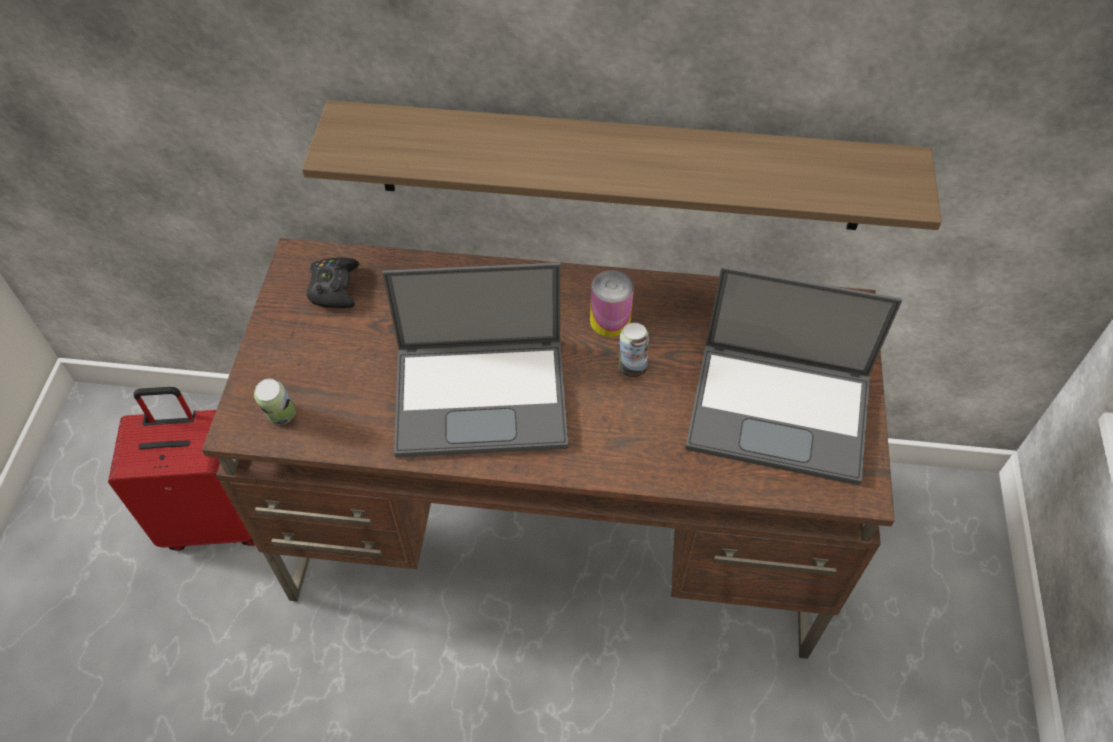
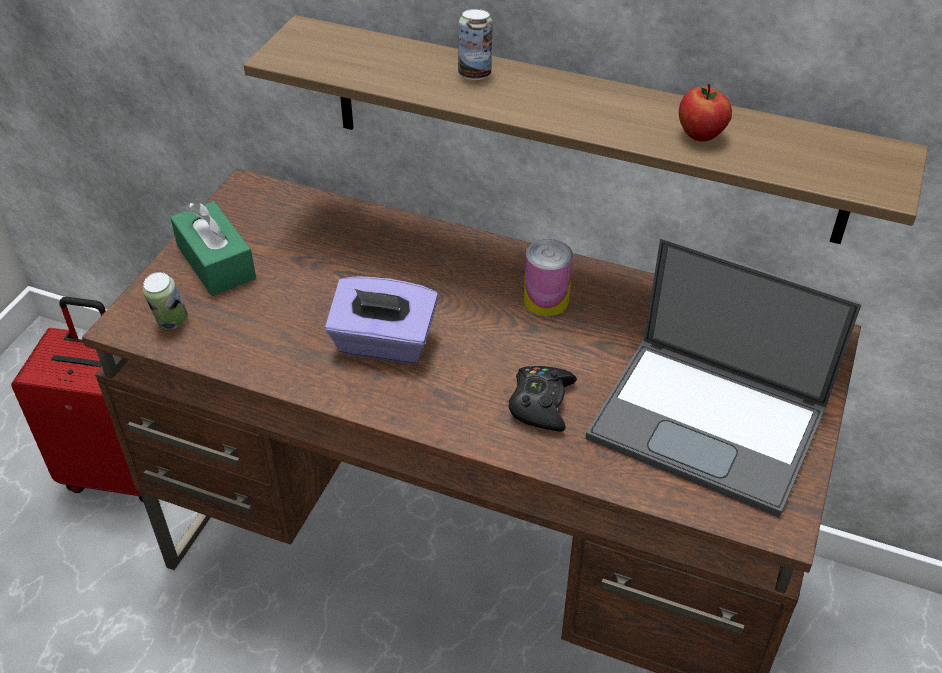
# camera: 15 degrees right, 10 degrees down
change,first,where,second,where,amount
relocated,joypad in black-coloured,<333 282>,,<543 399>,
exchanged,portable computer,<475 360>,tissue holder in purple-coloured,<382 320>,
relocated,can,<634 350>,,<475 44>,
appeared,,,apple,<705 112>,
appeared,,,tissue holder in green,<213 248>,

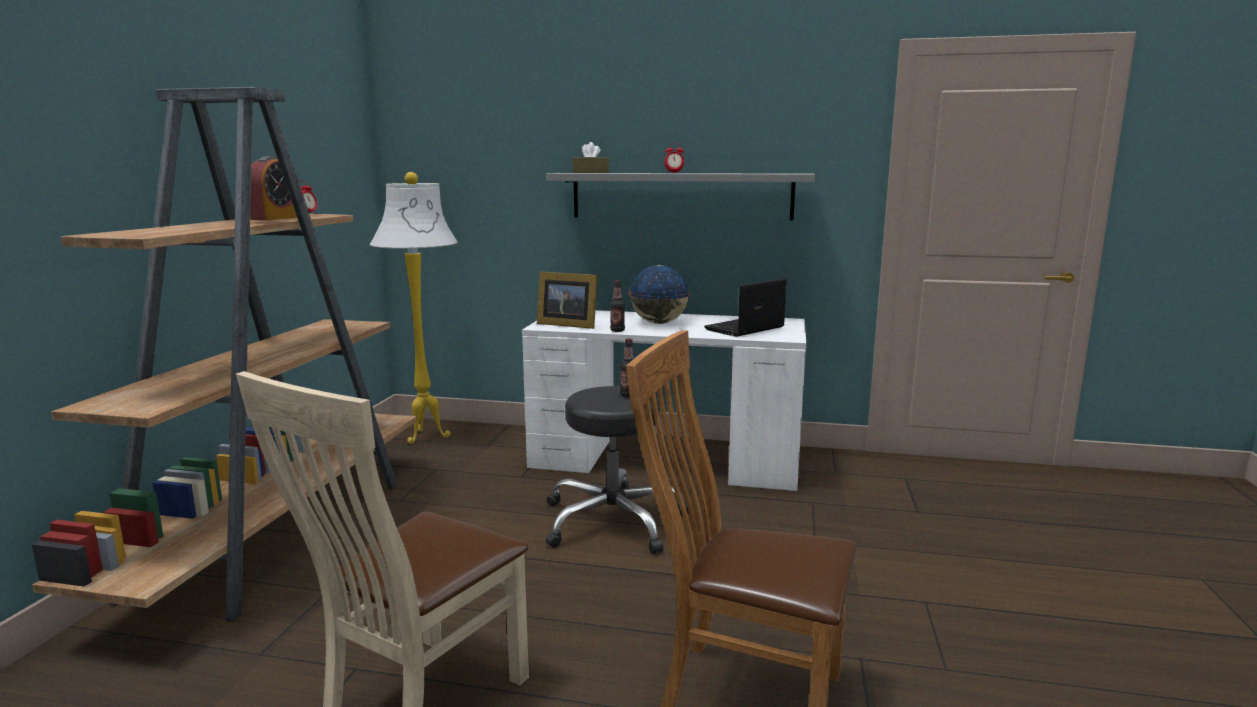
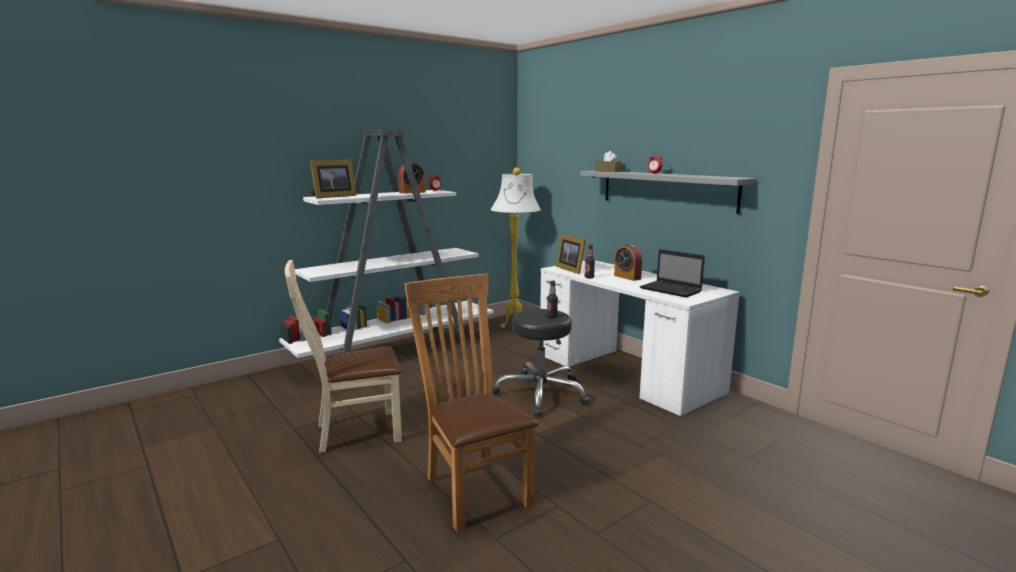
# camera: 40 degrees right, 0 degrees up
change,first,where,second,where,amount
colour,bookcase in brown,<224 354>,bookcase in white-coloured,<386 244>,
exchanged,world globe,<659 294>,alarm clock,<628 262>,
spun,portable computer,<745 308>,,<672 273>,135 degrees counterclockwise
appeared,,,photo frame,<333 179>,

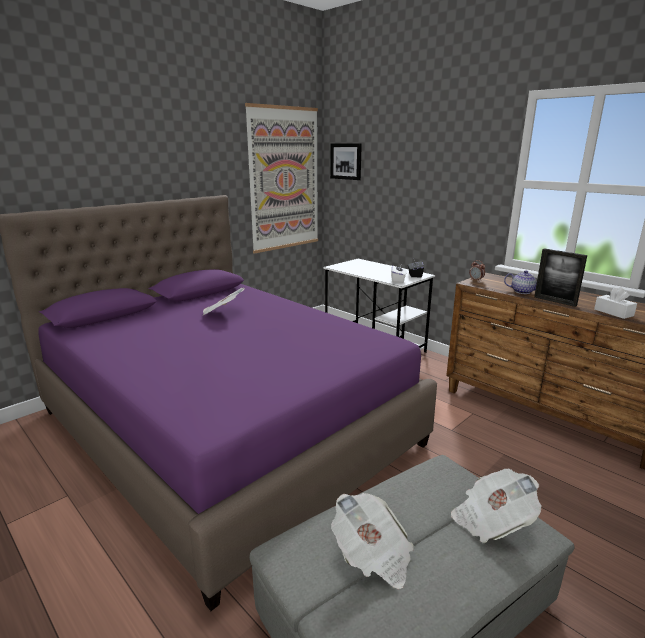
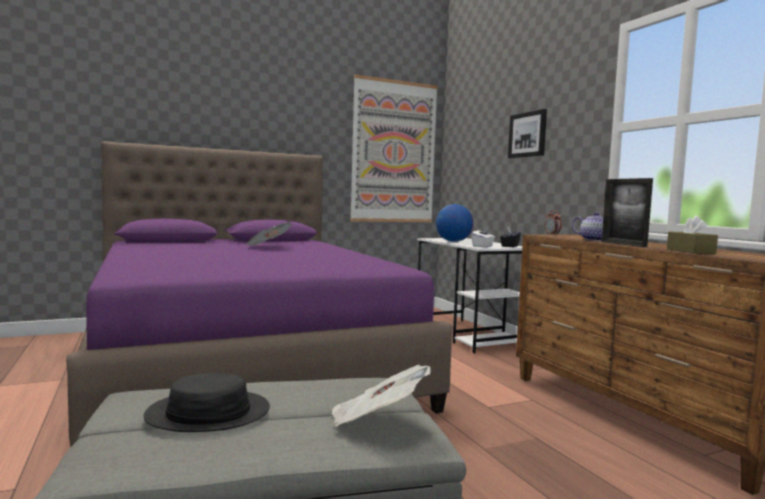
# camera: 20 degrees right, 15 degrees down
change,first,where,second,where,amount
relocated,wall picture,<346 161>,,<527 133>,
colour,tissue holder in white-coloured,<615 303>,tissue holder in brown,<692 234>,
exchanged,printed paper,<372 541>,clothing hat in black-coloured,<207 402>,
appeared,,,world globe,<455 223>,

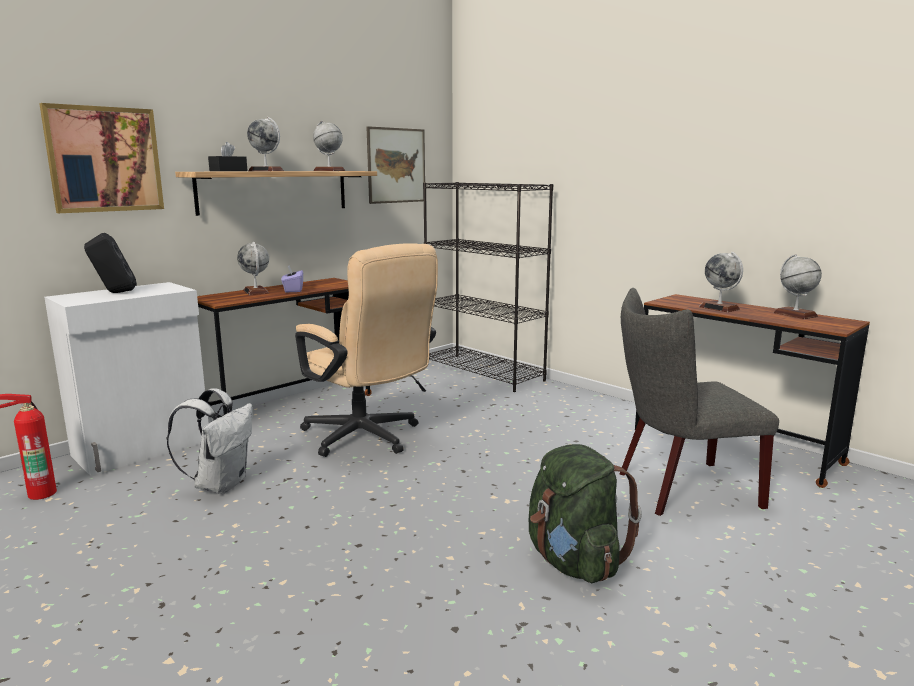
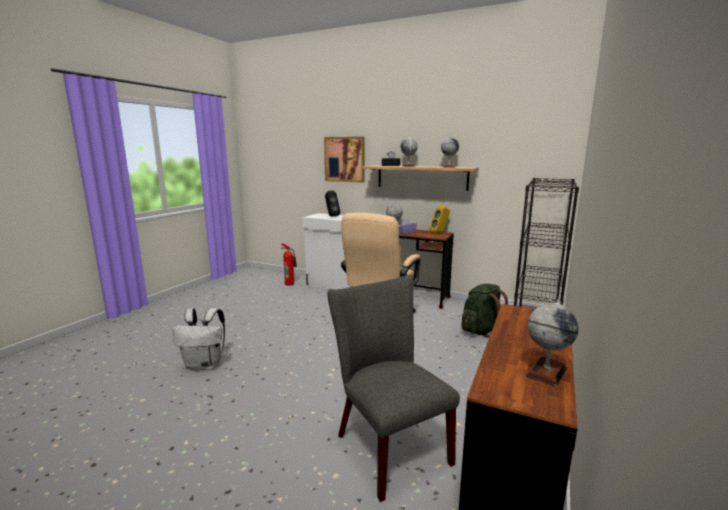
# camera: 70 degrees right, 0 degrees up
change,first,where,second,where,amount
missing,wall picture,<396 165>,,,
missing,world globe,<721 282>,,,
relocated,rucksack in white-coloured,<209 441>,,<198 339>,
relocated,rucksack in green,<585 513>,,<484 311>,
appeared,,,audio speaker in yellowish,<439 219>,

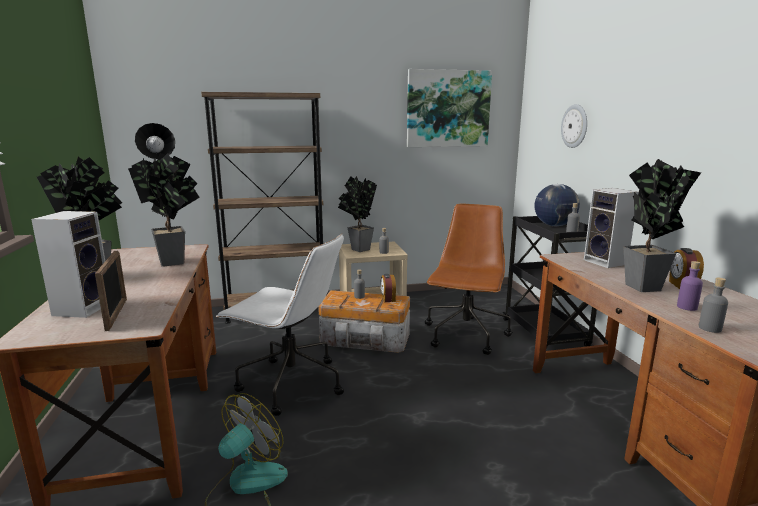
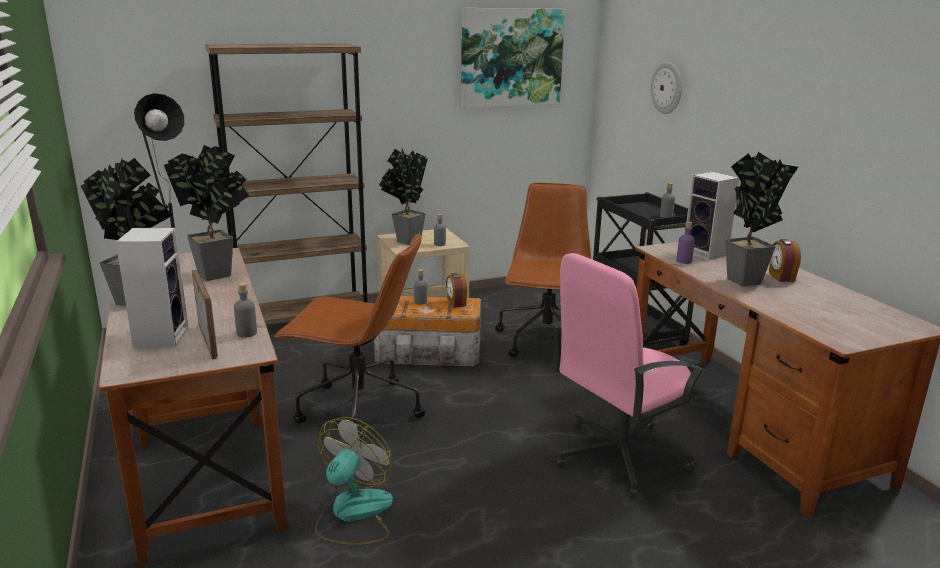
# camera: 10 degrees left, 5 degrees up
change,first,where,second,where,amount
missing,world globe,<557 205>,,,
colour,desk chair in white-coloured,<280 325>,desk chair in brown,<349 337>,
relocated,bottle in purple-coloured,<690 286>,,<685 243>,
relocated,bottle in grey,<713 305>,,<245 310>,
appeared,,,desk chair in pink,<628 376>,

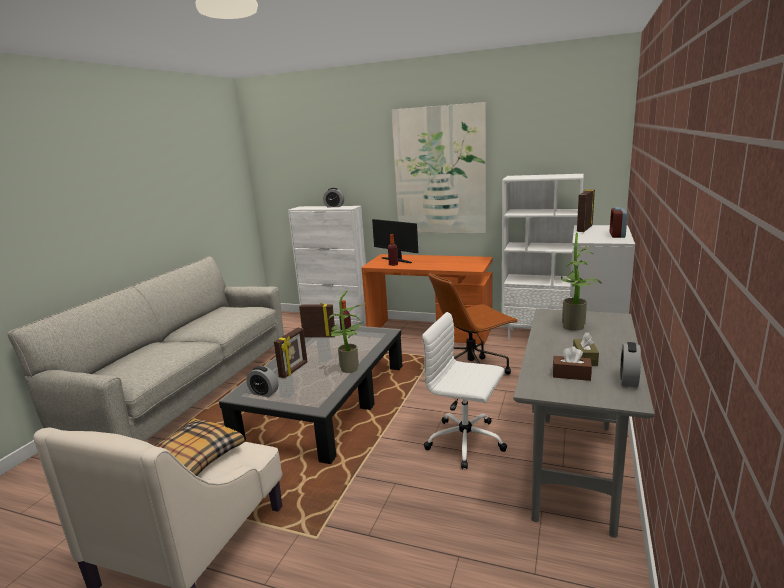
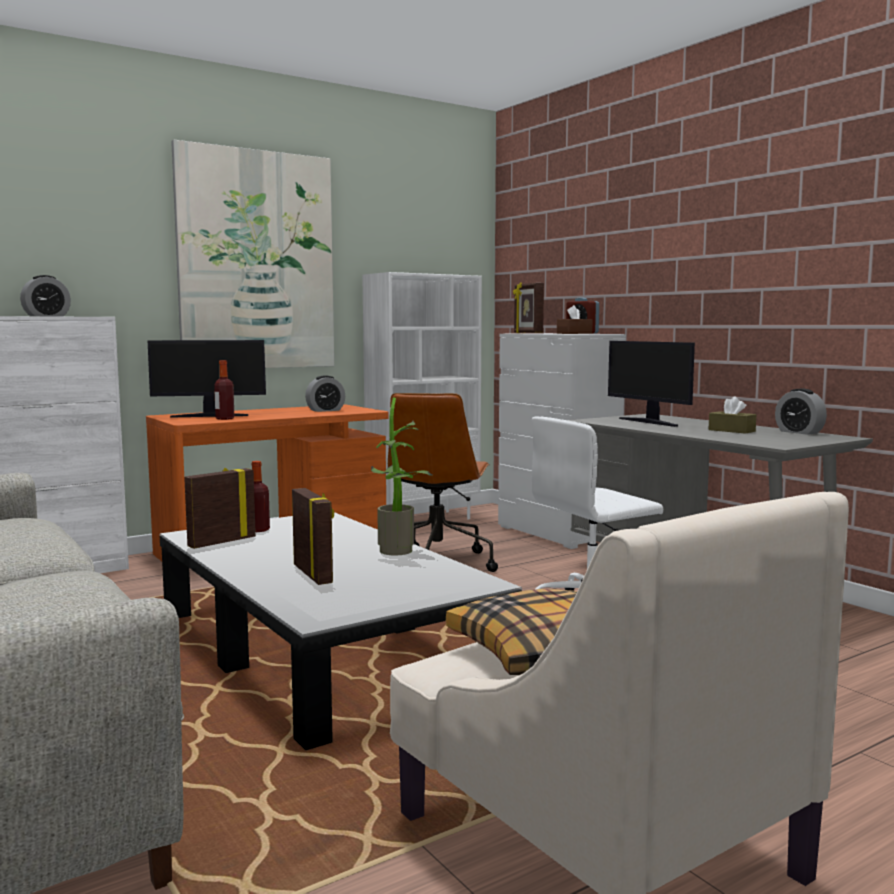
# camera: 55 degrees left, 10 degrees down
change,first,where,second,where,amount
exchanged,houseplant,<581 282>,computer display,<651 384>,
relocated,tissue holder in brown,<572 363>,,<574 319>,
relocated,alarm clock,<262 381>,,<325 393>,

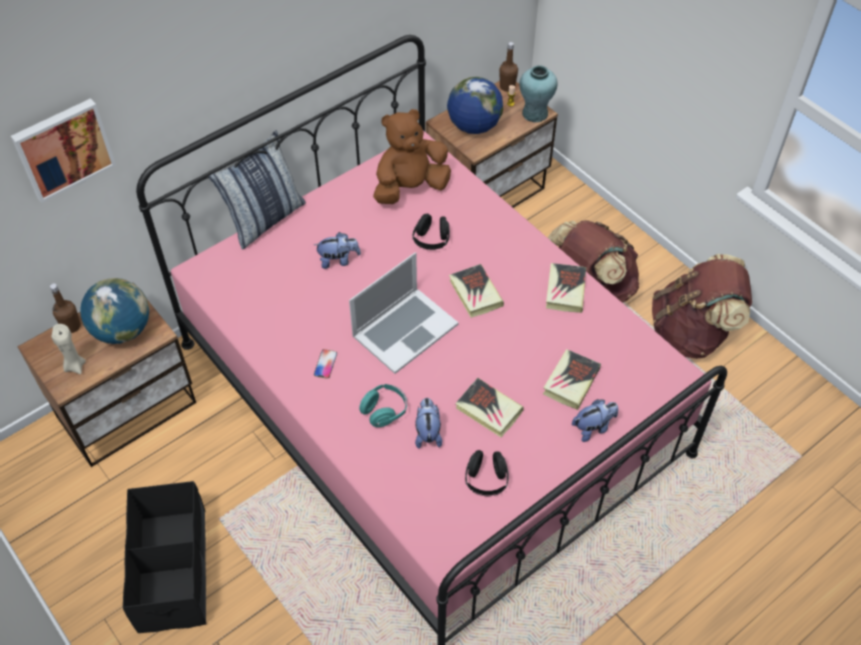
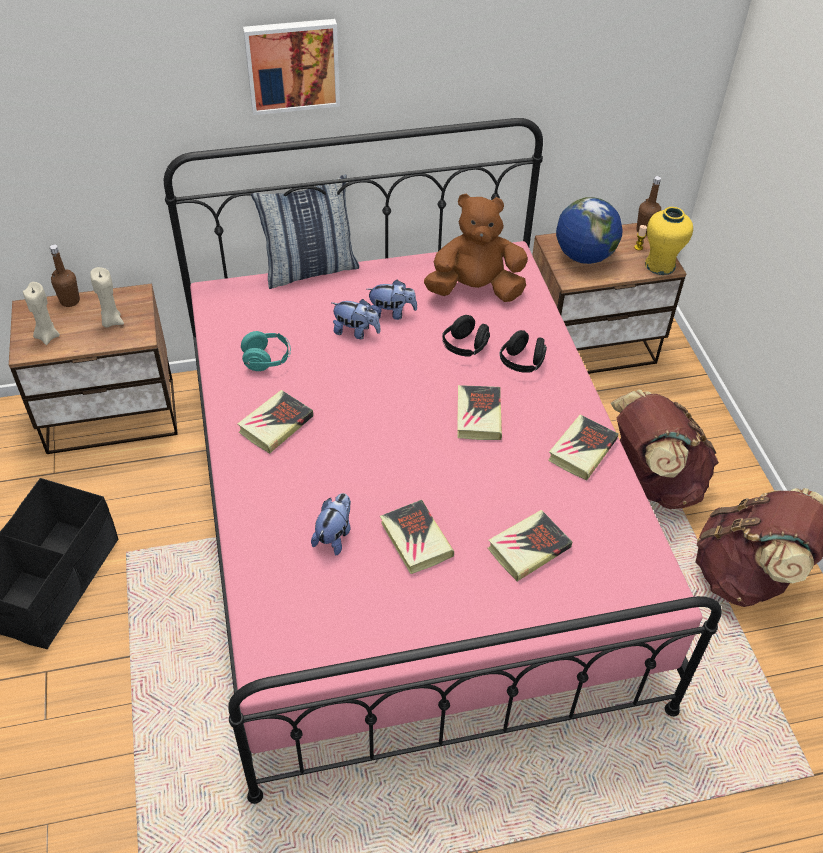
# camera: 25 degrees right, 5 degrees down
change,first,where,second,where,amount
colour,decorative vase in turquoise-coloured,<538 93>,decorative vase in yellowish,<669 241>,
relocated,wall picture,<63 150>,,<291 67>,
missing,portable computer,<404 313>,,,
exchanged,world globe,<114 311>,candle in sand-coloured,<107 297>,
exchanged,handset,<325 364>,book,<275 422>,
relocated,headphones in turquoise-coloured,<383 405>,,<266 351>,
relocated,soft toy,<595 420>,,<392 300>,
relocated,headphones in black-coloured,<487 473>,,<523 351>,

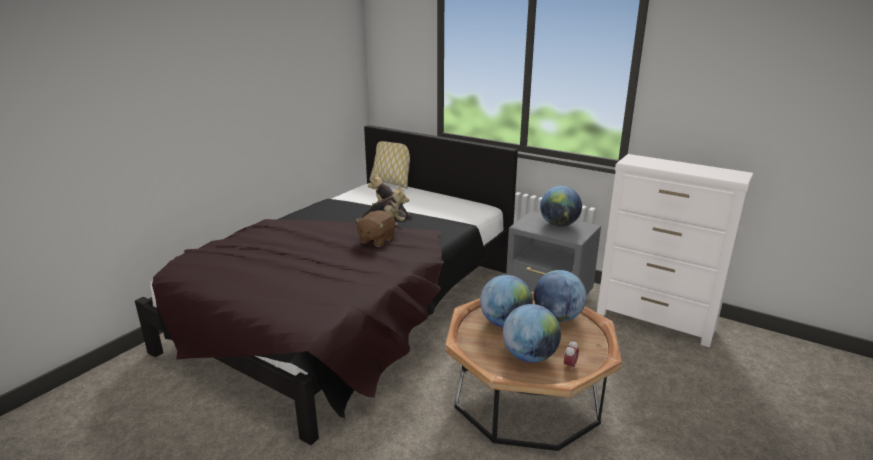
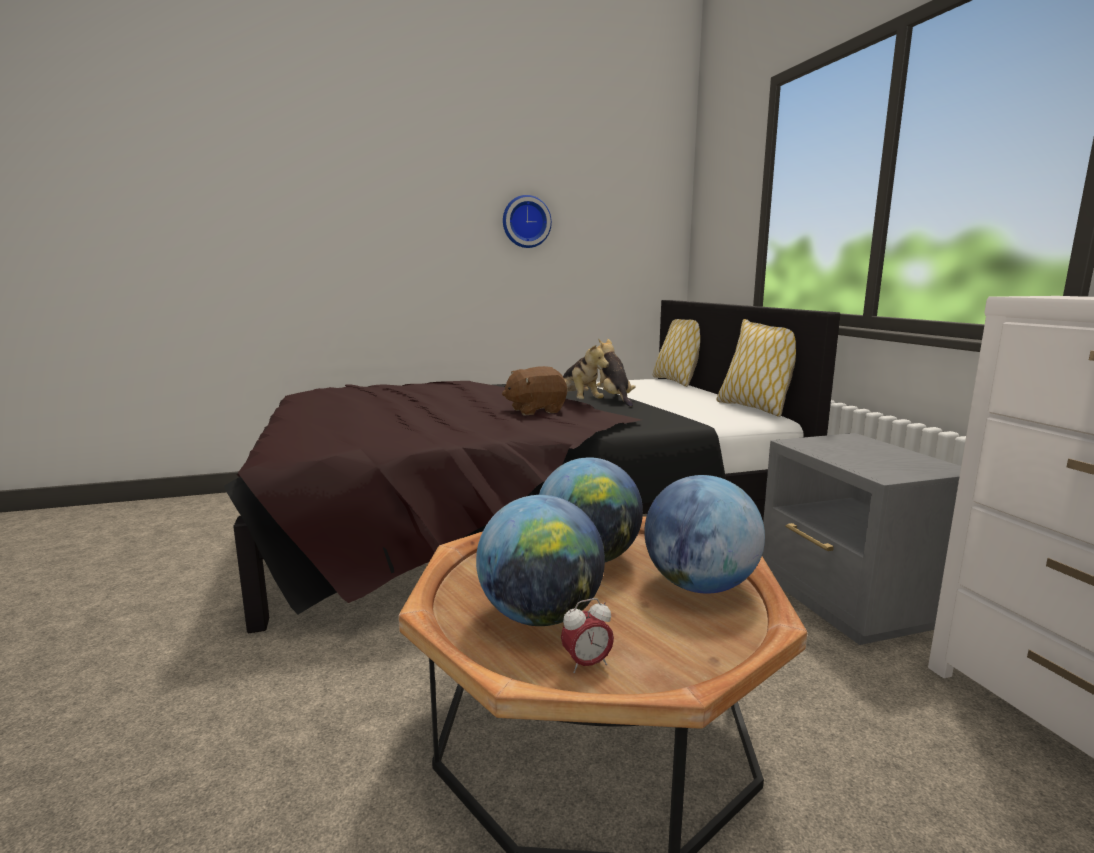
# camera: 40 degrees right, 10 degrees down
change,first,where,second,where,amount
missing,world globe,<561 206>,,,
appeared,,,hanging clock,<527 221>,
appeared,,,pillow,<756 368>,

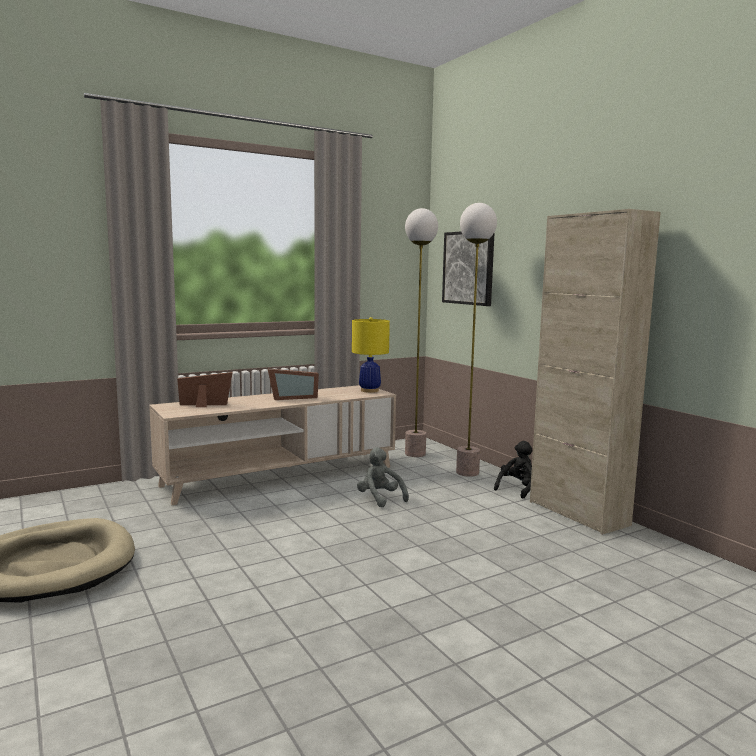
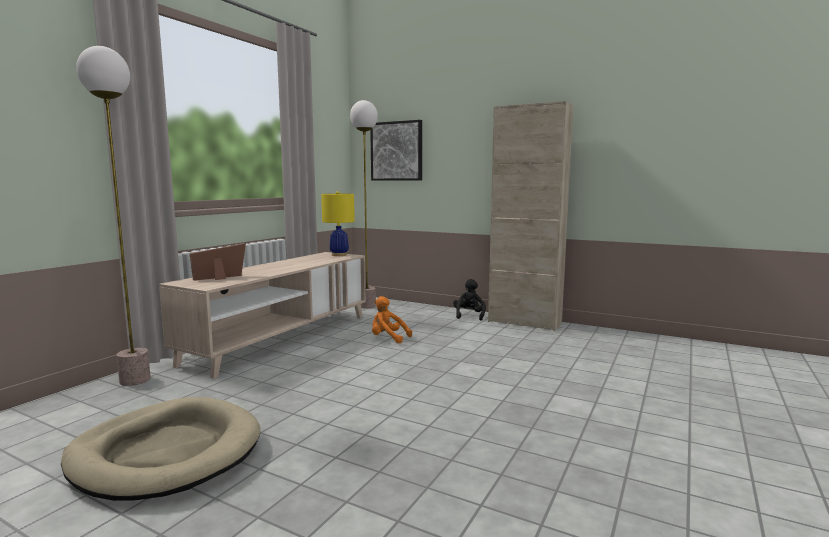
# camera: 30 degrees left, 0 degrees up
change,first,where,second,where,amount
relocated,standing lamp,<476 340>,,<113 216>,
missing,photo frame,<293 384>,,,
colour,soft toy in grey,<383 477>,soft toy in orangey,<392 319>,

